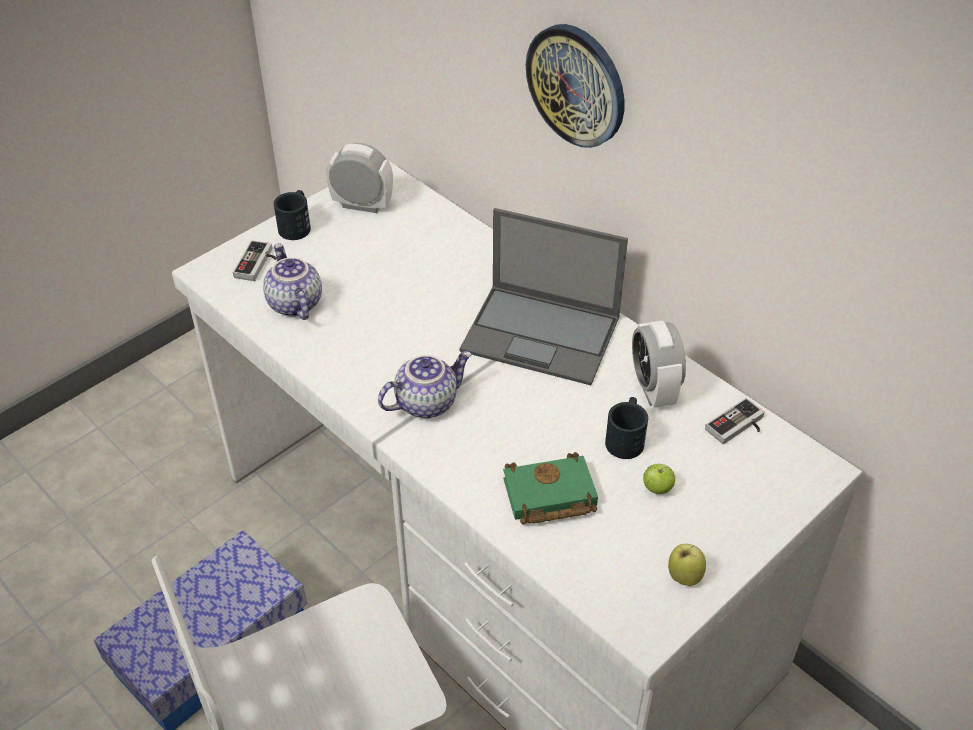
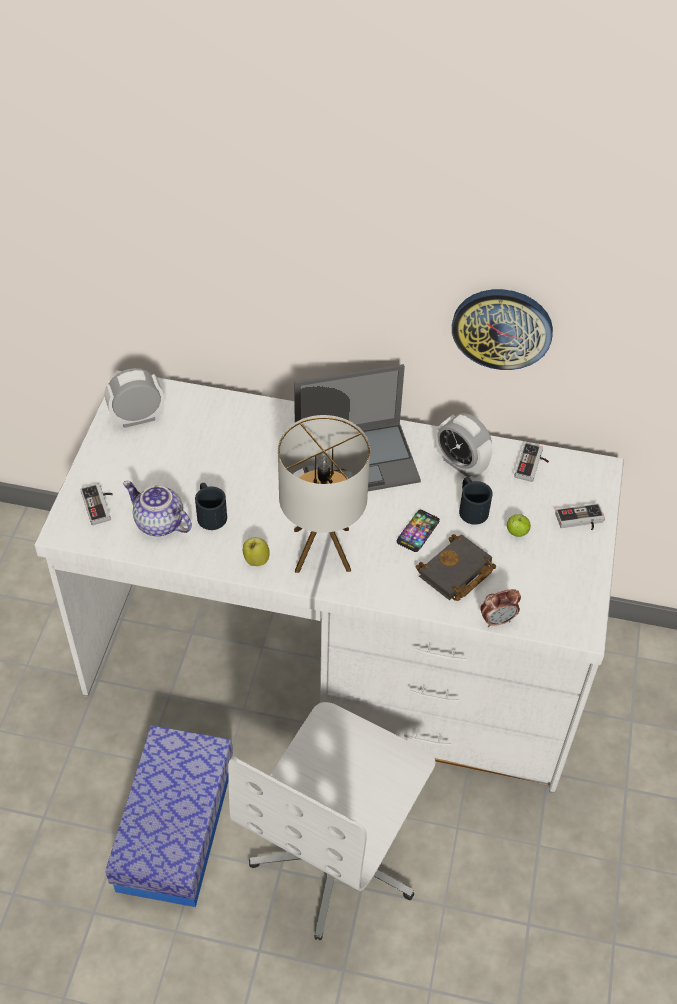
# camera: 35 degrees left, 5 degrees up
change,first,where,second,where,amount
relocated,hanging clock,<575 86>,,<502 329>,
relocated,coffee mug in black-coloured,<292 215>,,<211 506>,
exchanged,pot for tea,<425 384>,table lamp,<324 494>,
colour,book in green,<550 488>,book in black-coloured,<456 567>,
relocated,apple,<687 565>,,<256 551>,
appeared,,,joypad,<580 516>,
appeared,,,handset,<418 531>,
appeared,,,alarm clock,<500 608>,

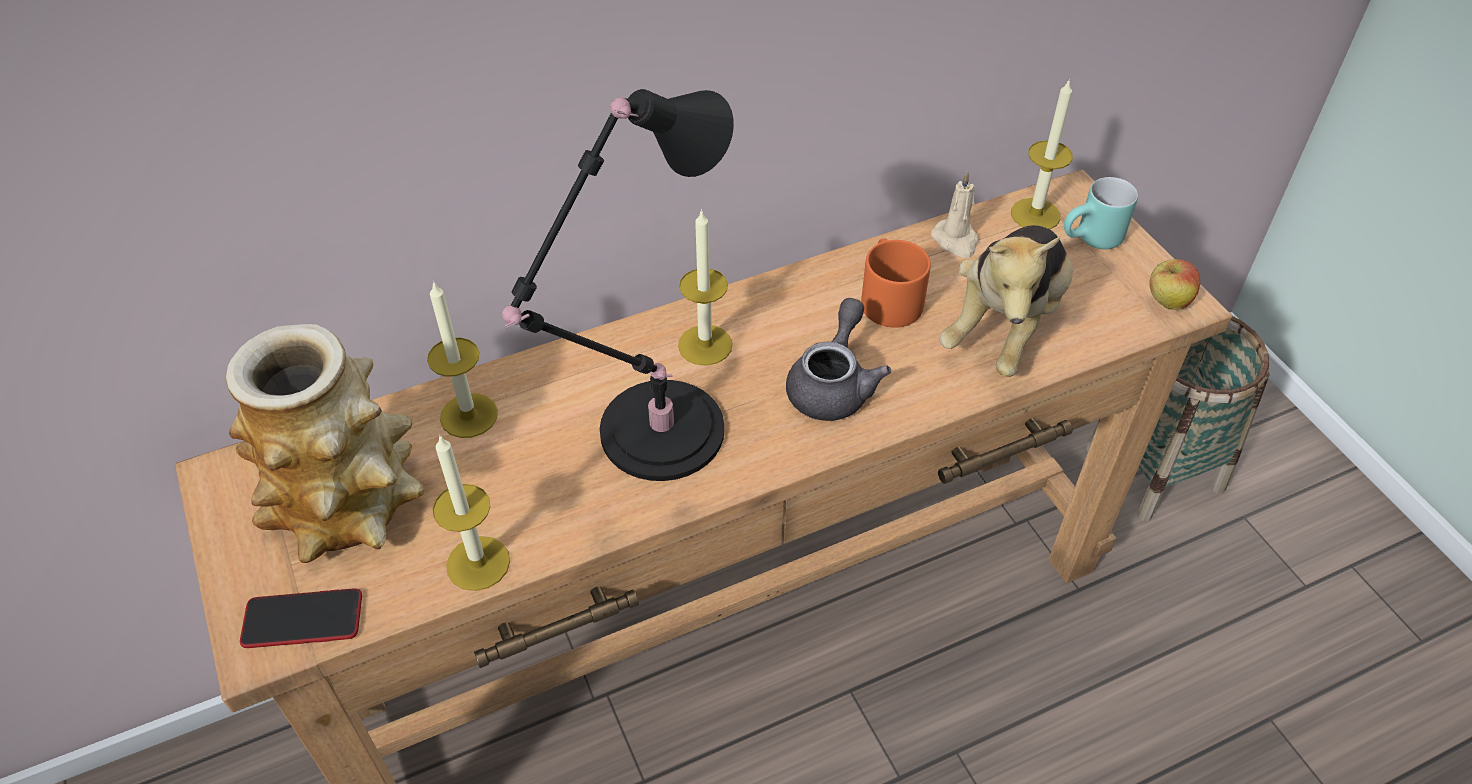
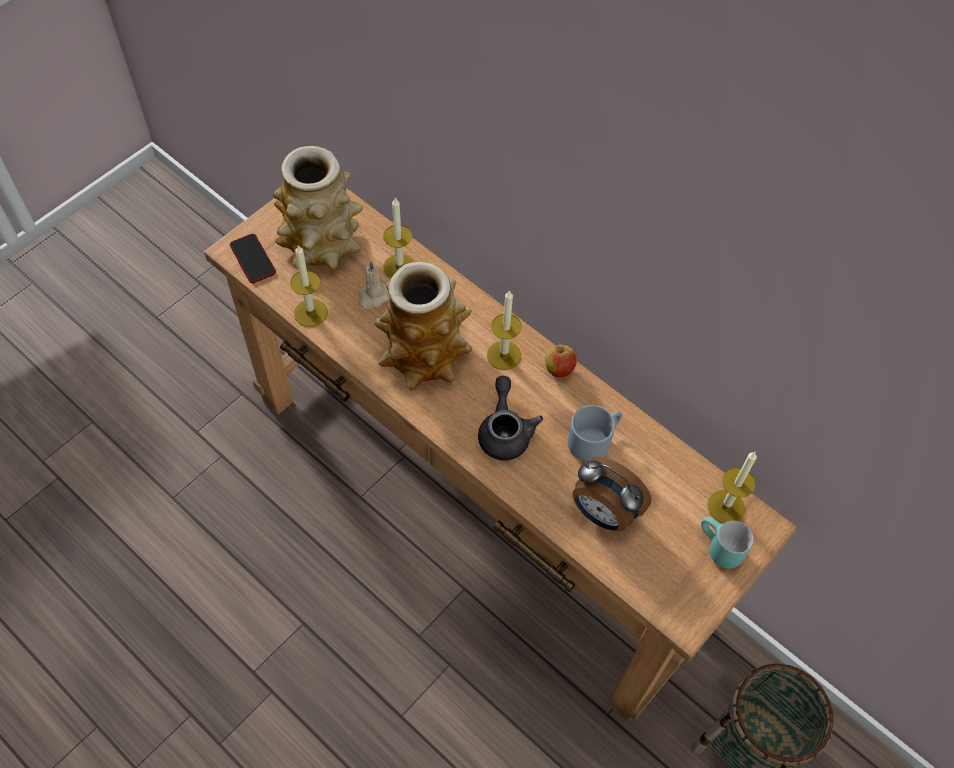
# camera: 65 degrees right, 10 degrees up
change,first,where,second,where,amount
exchanged,table lamp in black-coloured,<618 285>,decorative vase,<423 326>,
relocated,candle in sand-coloured,<955 214>,,<374 285>,
exchanged,soft toy,<1006 301>,alarm clock,<612 493>,
colour,coffee mug in orangey,<896 283>,coffee mug in grey,<594 433>,
relocated,apple,<1174 284>,,<561 359>,
spun,pot for tea in grey,<838 359>,,<510 418>,90 degrees counterclockwise

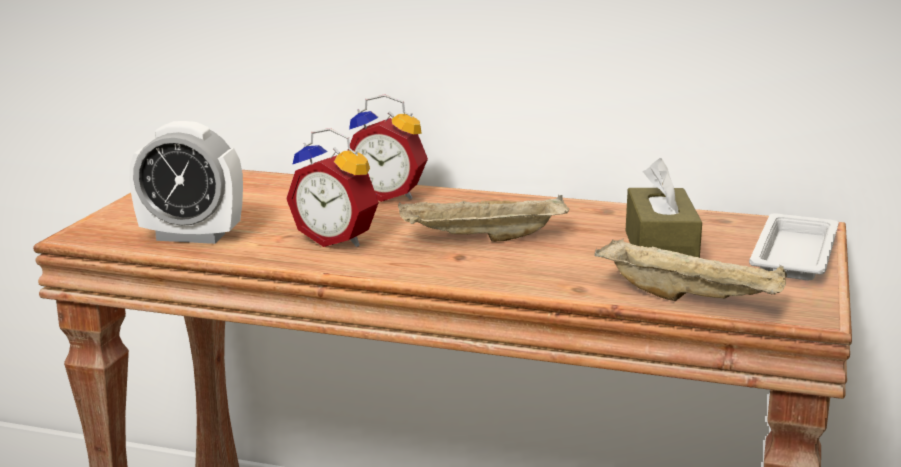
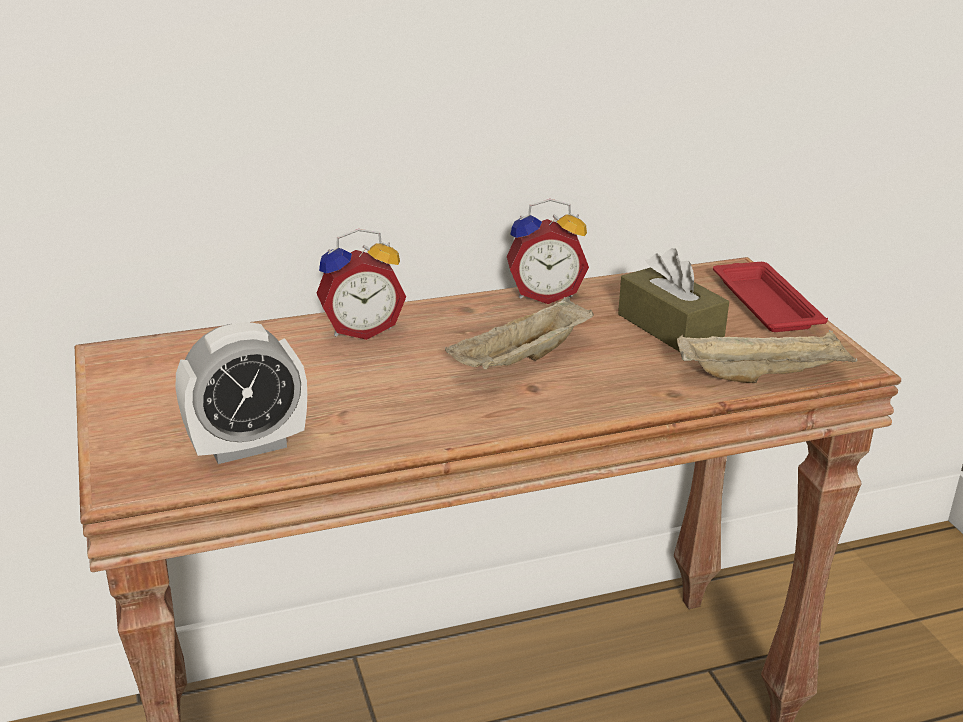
# camera: 35 degrees left, 10 degrees up
change,first,where,second,where,amount
relocated,alarm clock,<332 187>,,<548 251>,
colour,serving tray in white-coloured,<794 246>,serving tray in reddish,<770 297>,

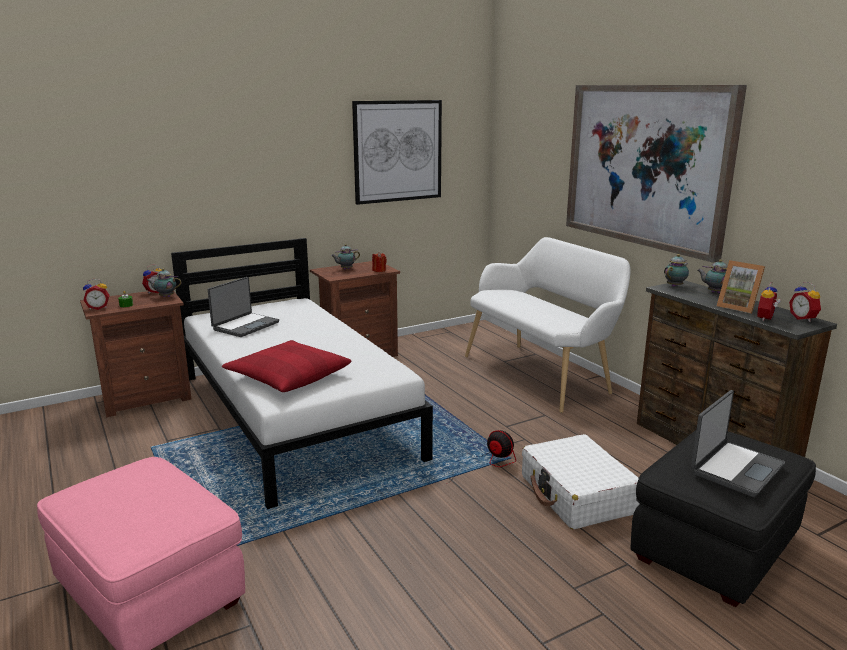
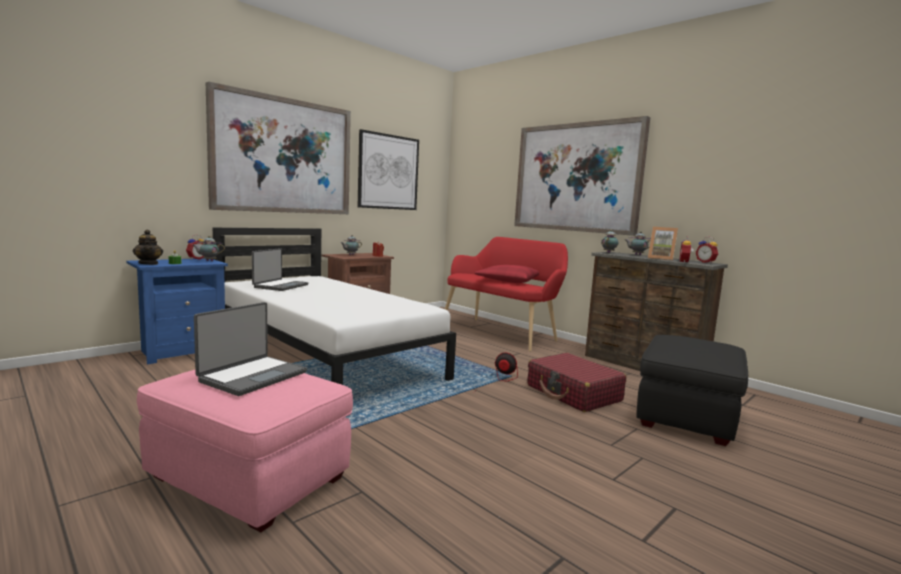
# camera: 15 degrees left, 10 degrees down
change,first,where,second,where,amount
colour,indoor bench in white-coloured,<547 325>,indoor bench in reddish,<506 294>,
exchanged,alarm clock,<96 294>,pot for tea,<148 247>,
colour,night table in brown,<136 354>,night table in blue-coloured,<177 312>,
relocated,pillow in reddish,<287 366>,,<507 274>,
relocated,portable computer,<738 443>,,<250 349>,
colour,travel case in white-coloured,<581 482>,travel case in reddish,<576 382>,
appeared,,,wall picture,<278 148>,

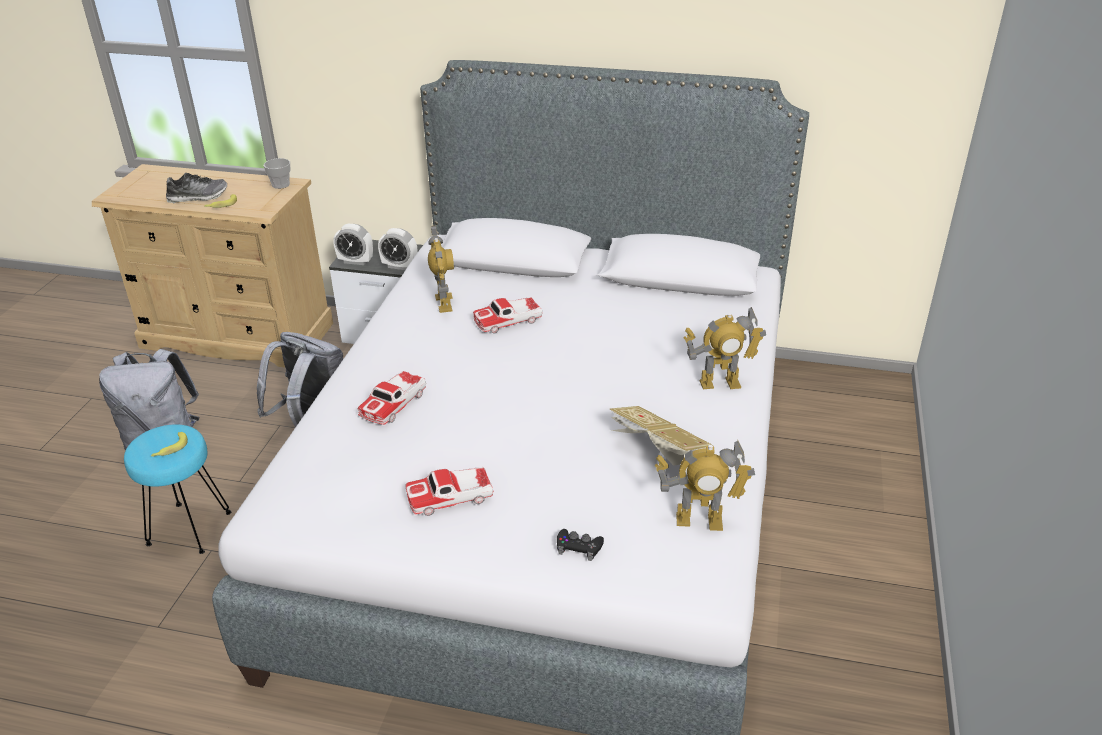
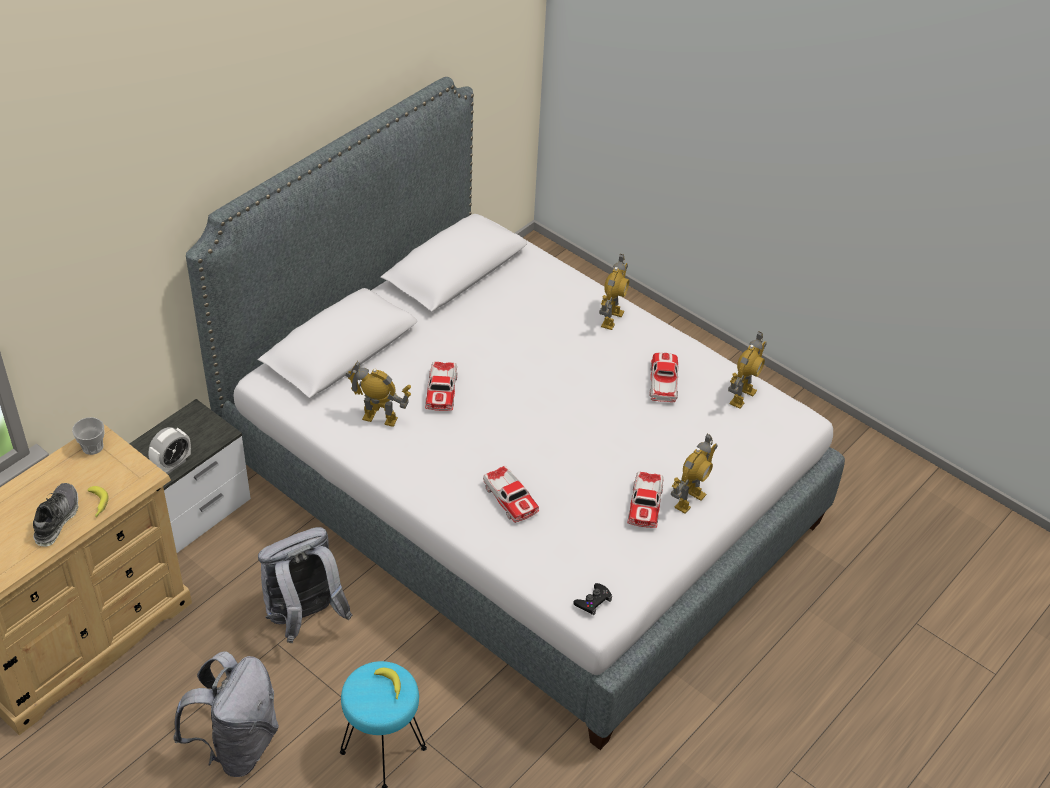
# camera: 65 degrees left, 10 degrees up
change,first,where,second,where,amount
missing,alarm clock,<398 249>,,,
exchanged,book,<660 436>,toy car,<664 377>,
relocated,joypad in black-coloured,<580 545>,,<592 599>,
appeared,,,robot figure,<694 474>,

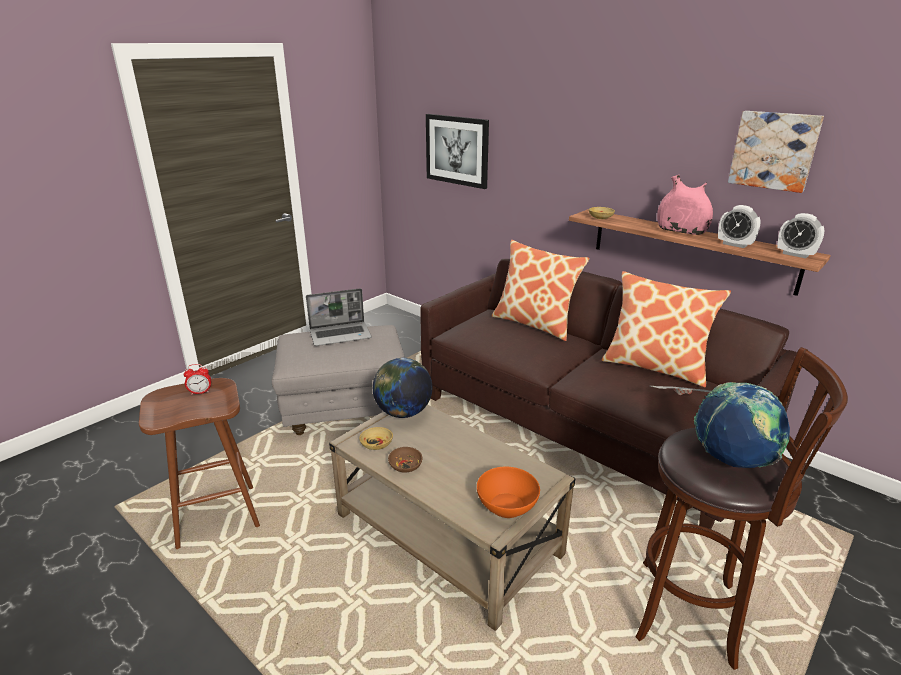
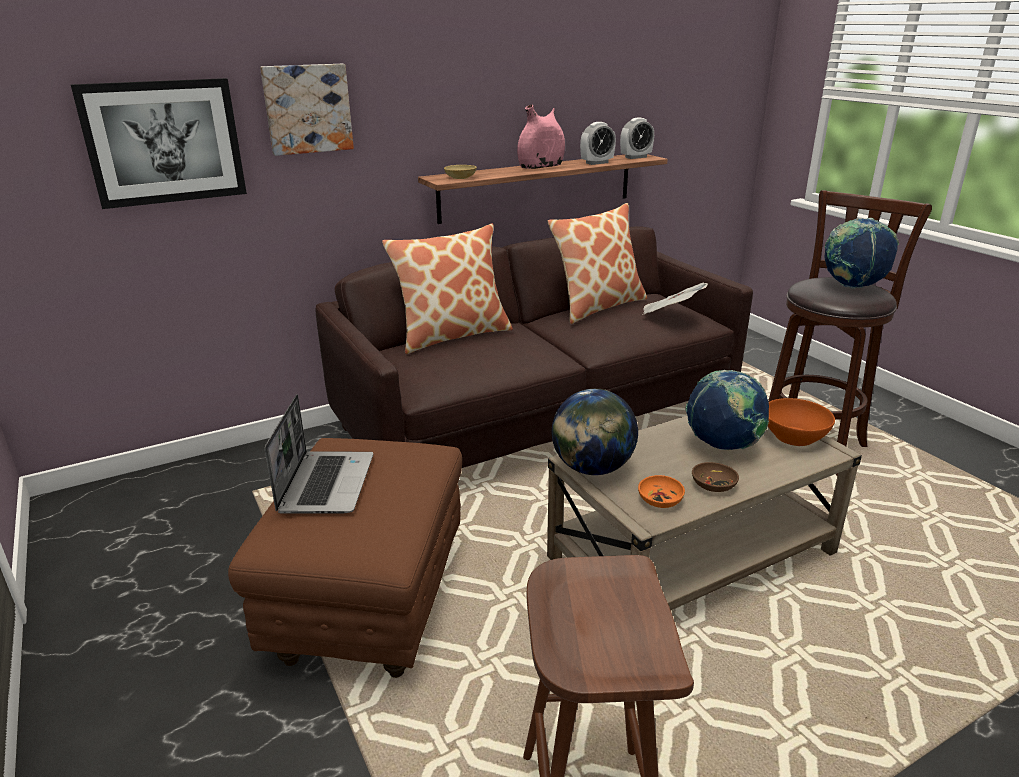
# camera: 70 degrees left, 0 degrees up
change,first,where,second,where,amount
relocated,wall picture,<776 152>,,<307 110>,
colour,ottoman in grey,<338 380>,ottoman in brown,<345 558>,
missing,alarm clock,<197 379>,,,
colour,bowl in sand-coloured,<376 438>,bowl in orangey,<661 491>,
appeared,,,world globe,<727 410>,

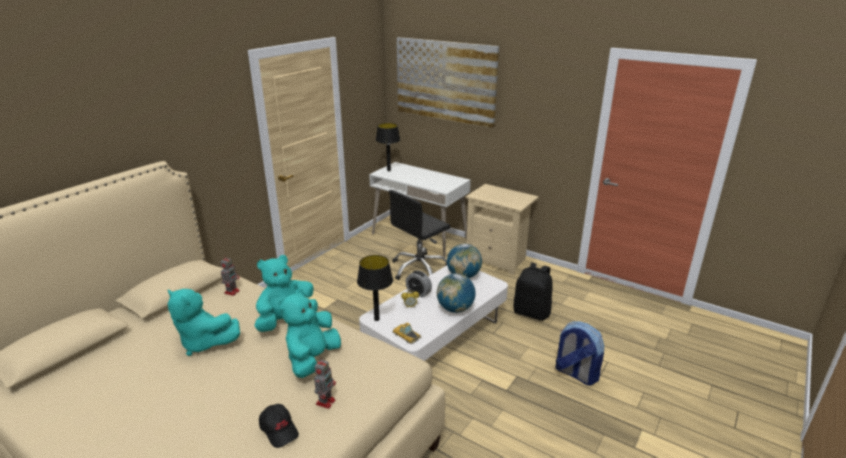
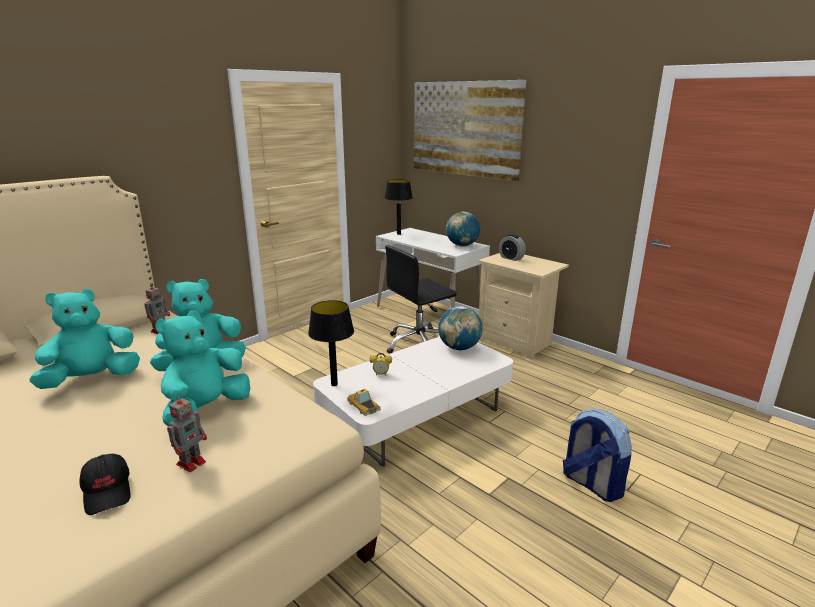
# camera: 10 degrees right, 5 degrees down
change,first,where,second,where,amount
missing,rucksack in black-coloured,<533 291>,,,
relocated,alarm clock,<419 284>,,<512 247>,
relocated,world globe,<456 293>,,<463 228>,
spun,soft toy in turquoise-coloured,<204 322>,,<84 339>,105 degrees clockwise

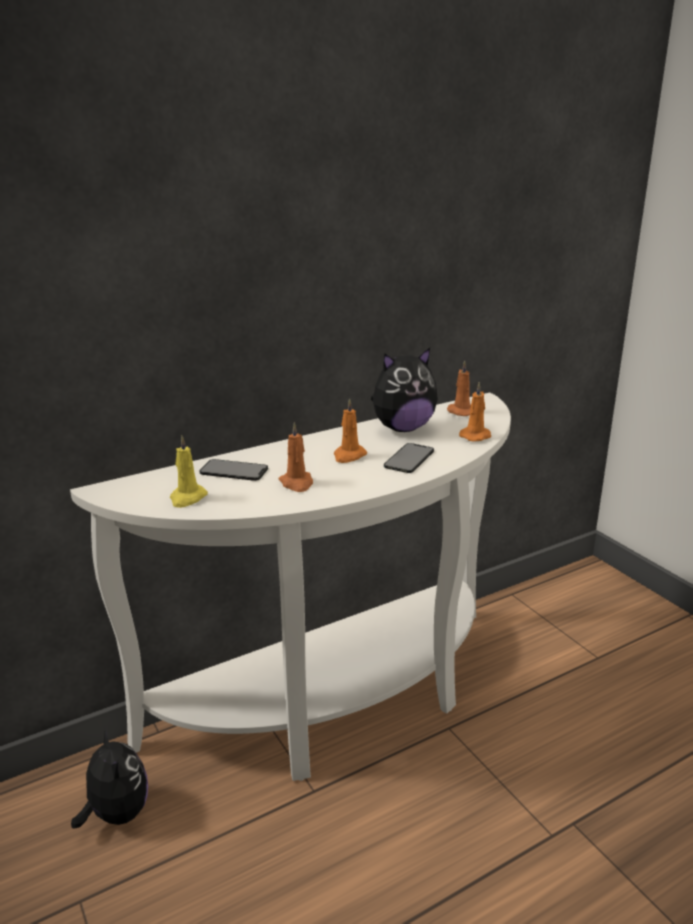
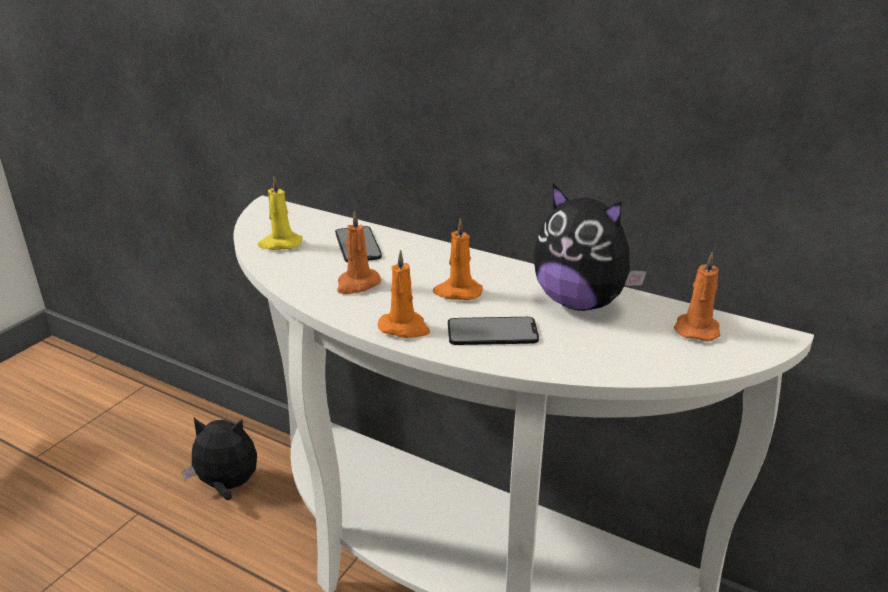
# camera: 60 degrees right, 5 degrees up
change,first,where,second,where,amount
relocated,candle in orangey,<475 411>,,<404 293>,
spun,soft toy,<109 778>,,<219 459>,120 degrees counterclockwise

